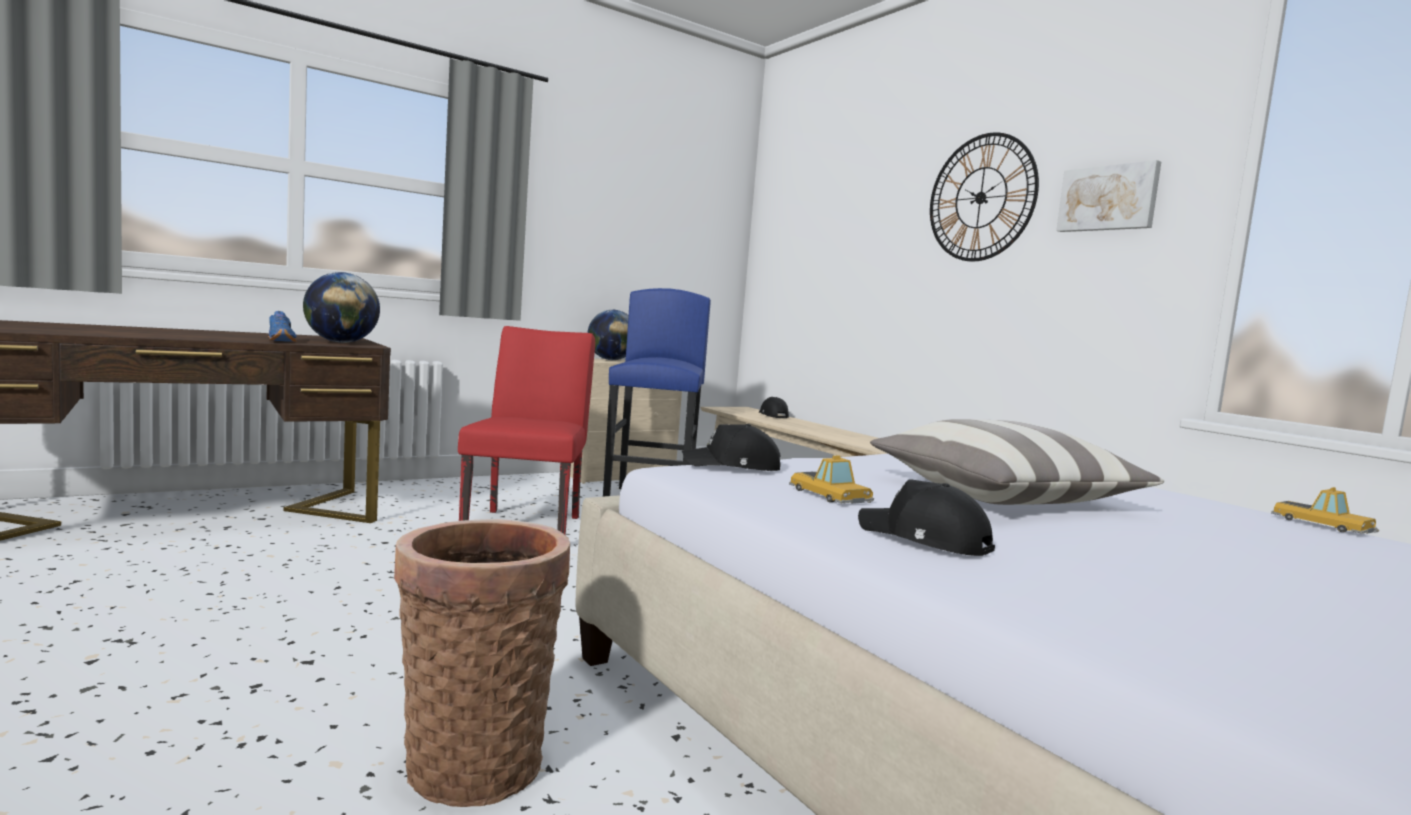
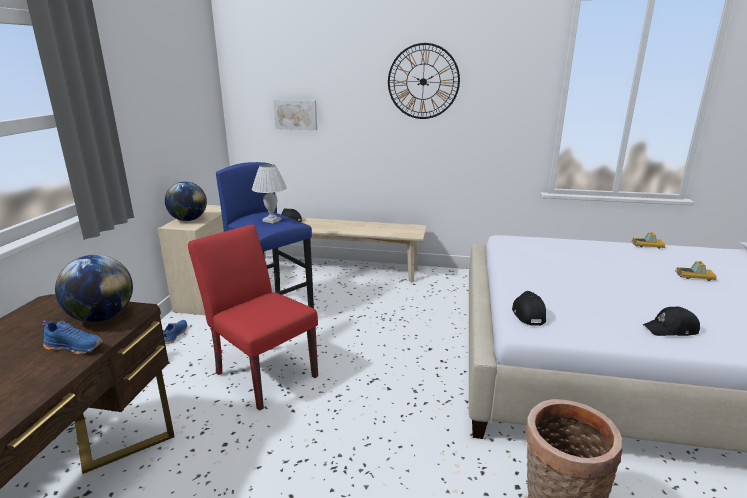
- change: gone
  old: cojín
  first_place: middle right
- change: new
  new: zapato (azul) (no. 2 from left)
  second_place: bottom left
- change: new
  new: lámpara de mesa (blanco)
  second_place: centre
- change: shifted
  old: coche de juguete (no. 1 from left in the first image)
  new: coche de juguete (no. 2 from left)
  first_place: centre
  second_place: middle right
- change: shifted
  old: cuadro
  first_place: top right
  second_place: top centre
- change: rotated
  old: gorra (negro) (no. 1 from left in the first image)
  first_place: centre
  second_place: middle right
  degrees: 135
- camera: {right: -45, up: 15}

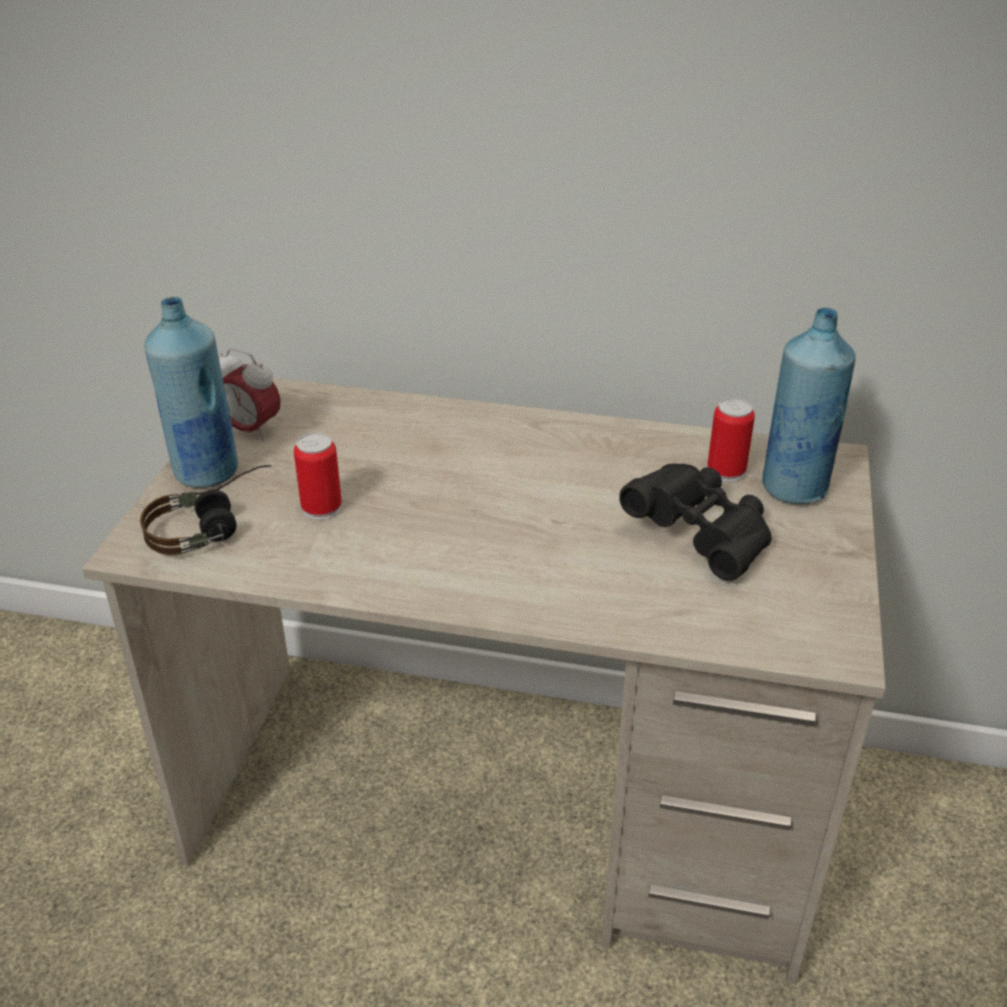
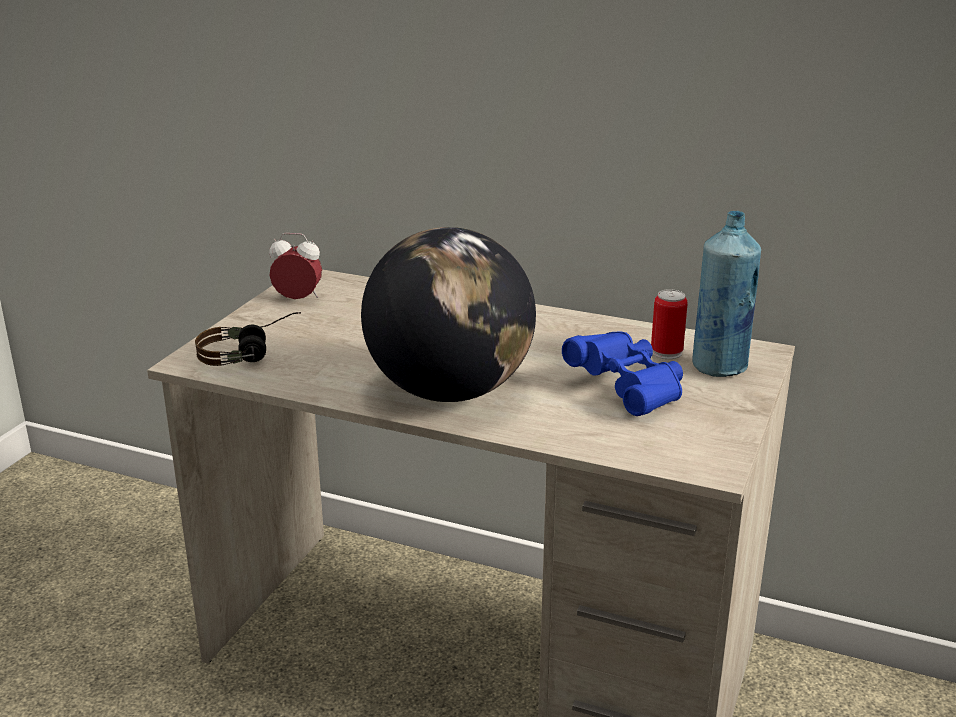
- change: gone
  old: botella (azul) (no. 1 from left)
  first_place: middle left
- change: gone
  old: lata (no. 1 from left)
  first_place: middle left
- change: new
  new: globo terráqueo
  second_place: centre
- change: repainted
  old: prismáticos (negro)
  new: prismáticos (azul)
  first_place: middle right
  second_place: centre
- change: rotated
  old: despertador
  first_place: middle left
  second_place: middle left
  degrees: 150
- camera: {right: 10, up: -10}

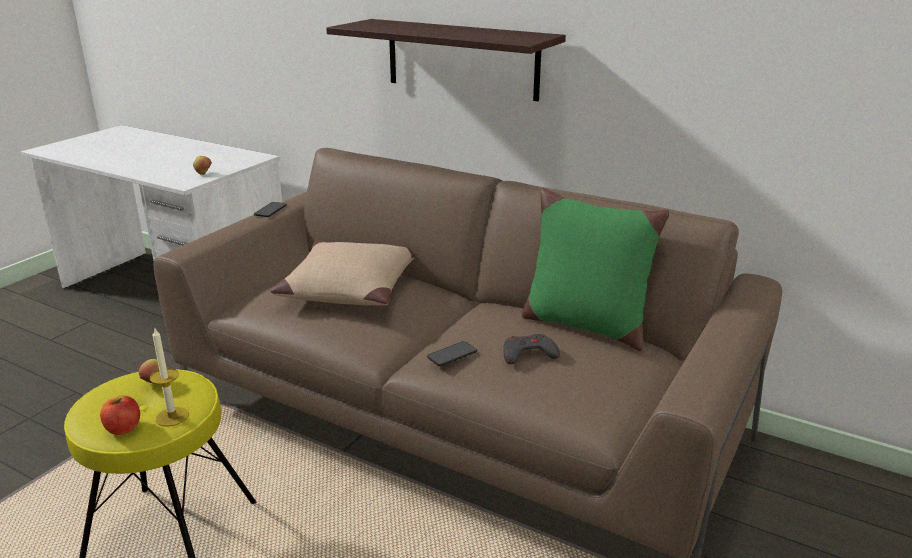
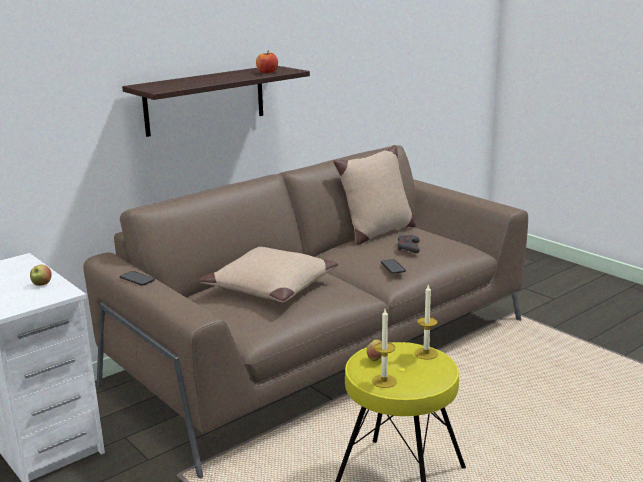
- change: new
  new: vela (no. 1 from left)
  second_place: bottom centre
- change: shifted
  old: manzana (no. 1 from left in the first image)
  new: manzana (no. 2 from left)
  first_place: bottom left
  second_place: top centre
- change: repainted
  old: cojín (verde)
  new: cojín (beis) (no. 2 from left)
  first_place: centre
  second_place: centre
- camera: {right: -70, up: -5}

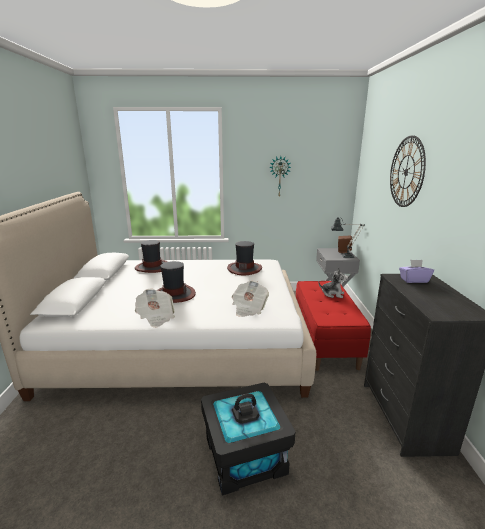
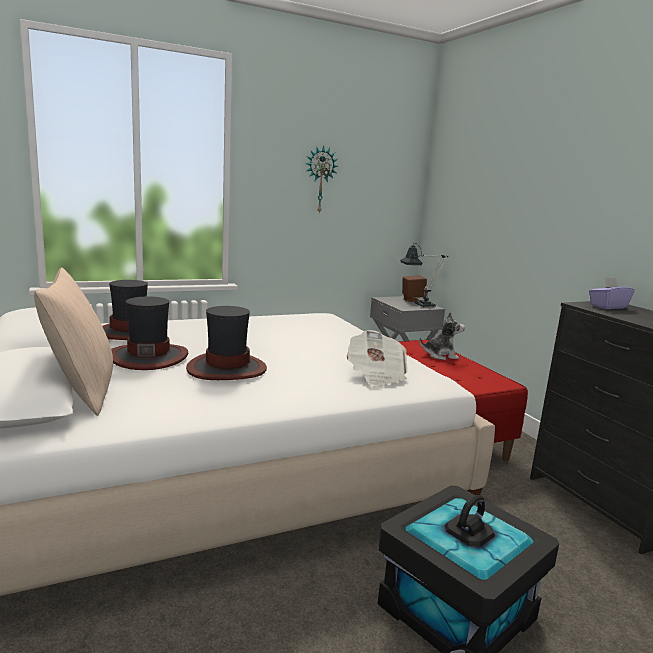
- change: gone
  old: periódico (no. 1 from left)
  first_place: middle left
- change: gone
  old: reloj de pared (no. 2 from left)
  first_place: top right
- change: new
  new: cojín (beis)
  second_place: middle left
- change: shifted
  old: sombrero (no. 3 from left in the first image)
  new: sombrero (no. 2 from left)
  first_place: centre
  second_place: middle left
- camera: {right: -25, up: -5}

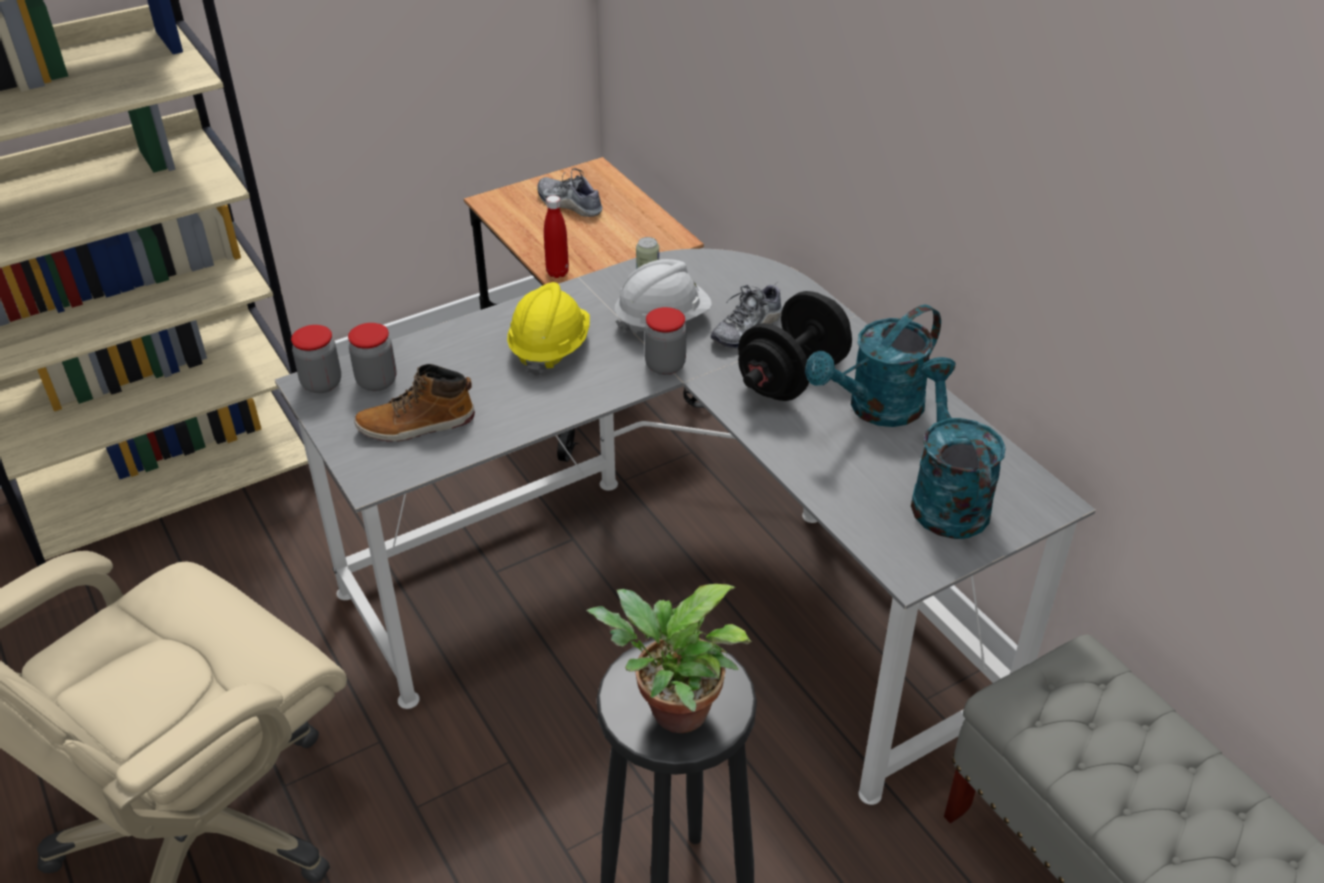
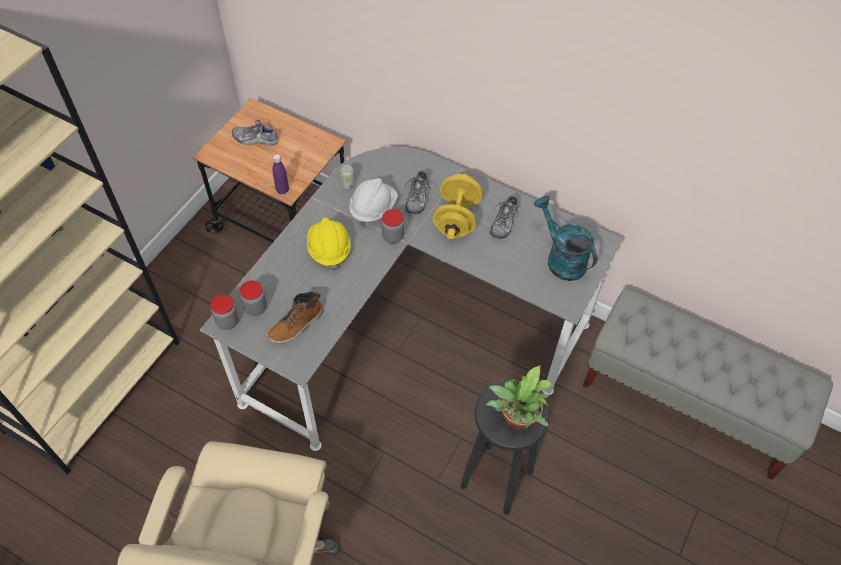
- change: swapped
  old: regadera (turquesa) (no. 1 from left)
  new: zapato (no. 3 from left)
  first_place: centre
  second_place: centre
- change: repainted
  old: botella (rojo)
  new: botella (morado)
  first_place: top centre
  second_place: top centre
- change: repainted
  old: mancuerna (negro)
  new: mancuerna (amarillo)
  first_place: centre
  second_place: centre
- camera: {right: -30, up: 15}

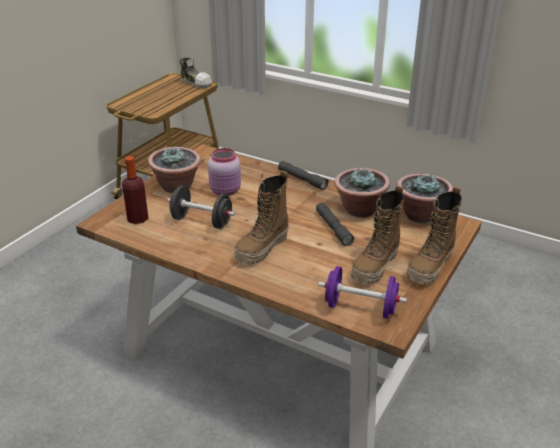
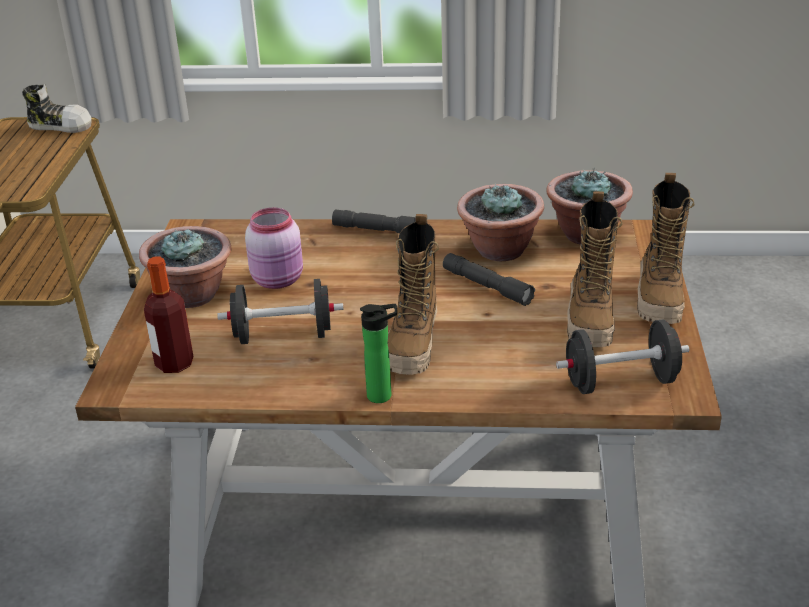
- change: new
  new: botella (no. 2 from left)
  second_place: centre
- change: repainted
  old: mancuerna (morado)
  new: mancuerna (negro) (no. 2 from left)
  first_place: centre
  second_place: middle right
- camera: {right: -25, up: 0}

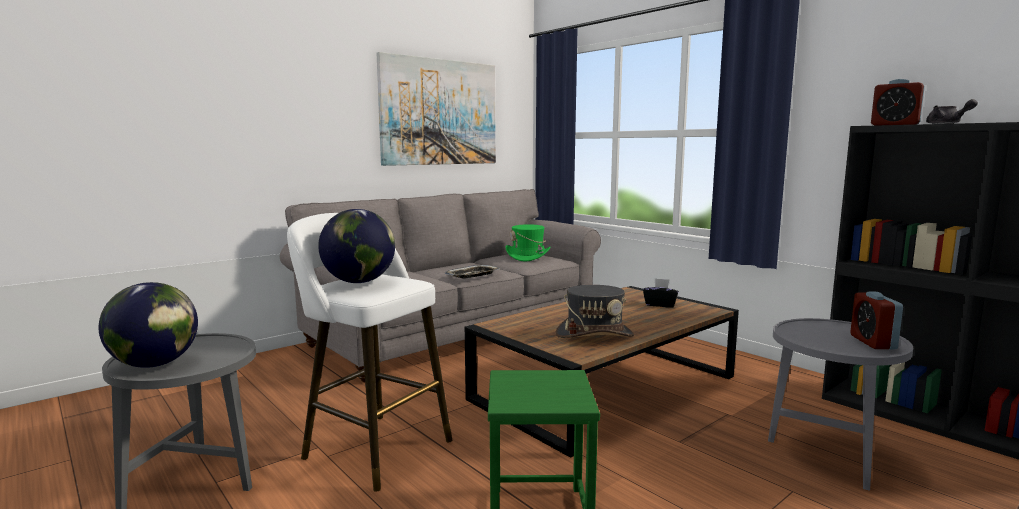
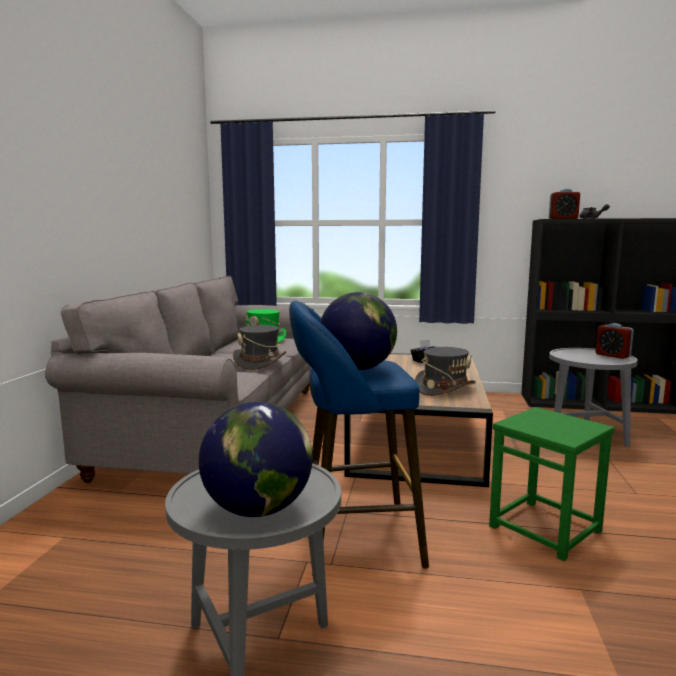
- change: gone
  old: cuadro
  first_place: top centre
- change: swapped
  old: bandeja
  new: sombrero (gris) (no. 1 from left)
  first_place: centre
  second_place: centre
- change: repainted
  old: taburete (blanco)
  new: taburete (azul)
  first_place: bottom centre
  second_place: centre
- camera: {right: -40, up: 0}

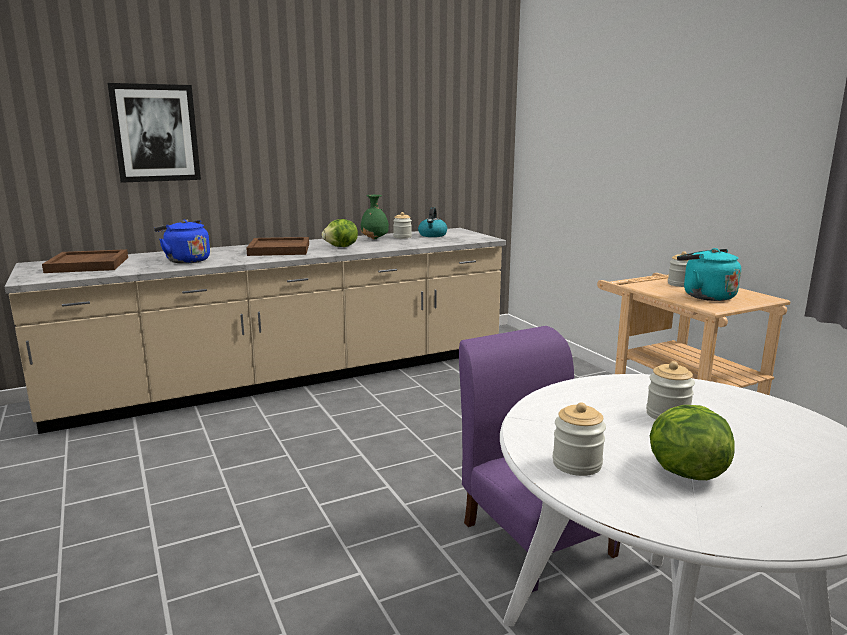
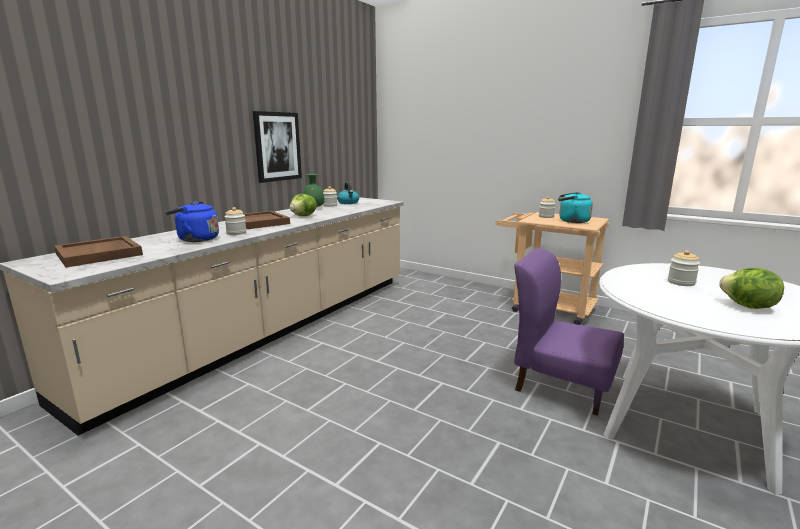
- change: shifted
  old: cuadro
  first_place: top left
  second_place: top centre
- change: shifted
  old: tarro (no. 2 from left in the first image)
  new: tarro (no. 1 from left)
  first_place: bottom right
  second_place: middle left
- camera: {right: -30, up: 0}

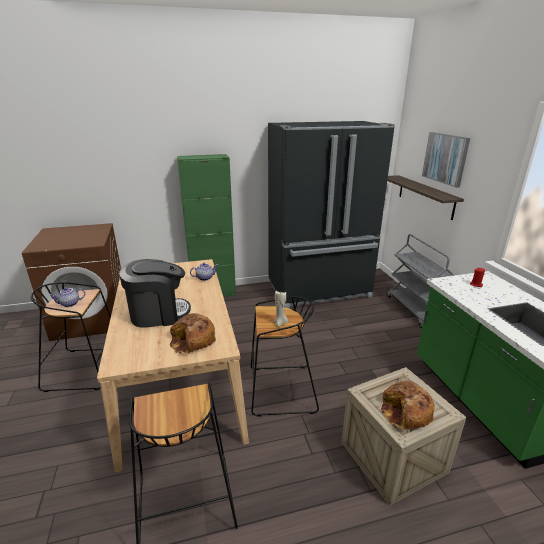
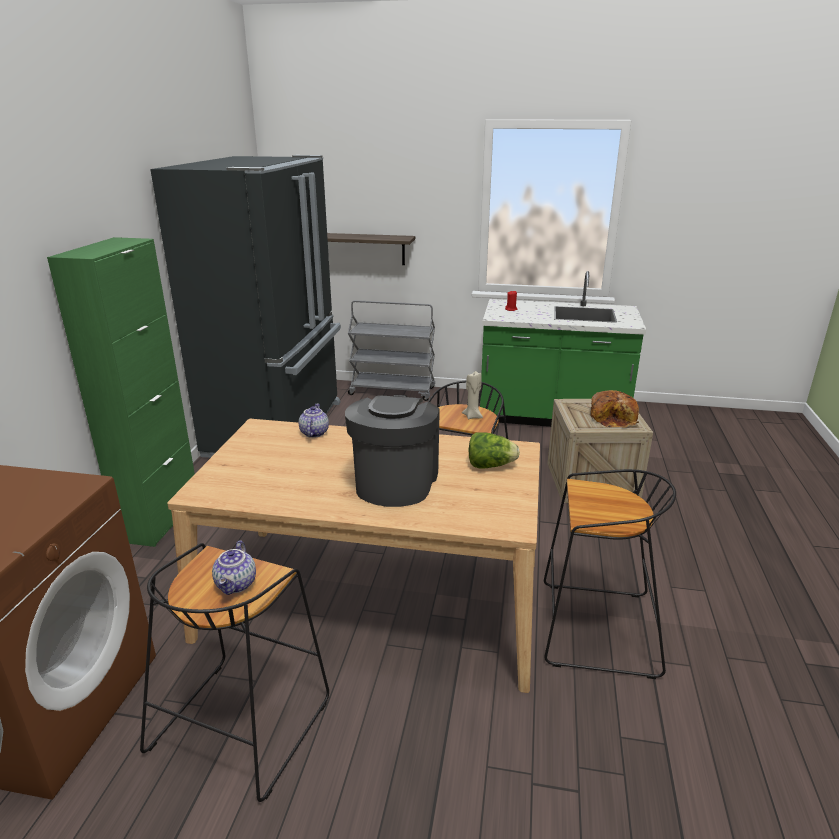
- change: gone
  old: cuadro
  first_place: top right
- change: swapped
  old: pan (no. 1 from left)
  new: lechuga
  first_place: centre
  second_place: centre
- camera: {right: -65, up: 0}

